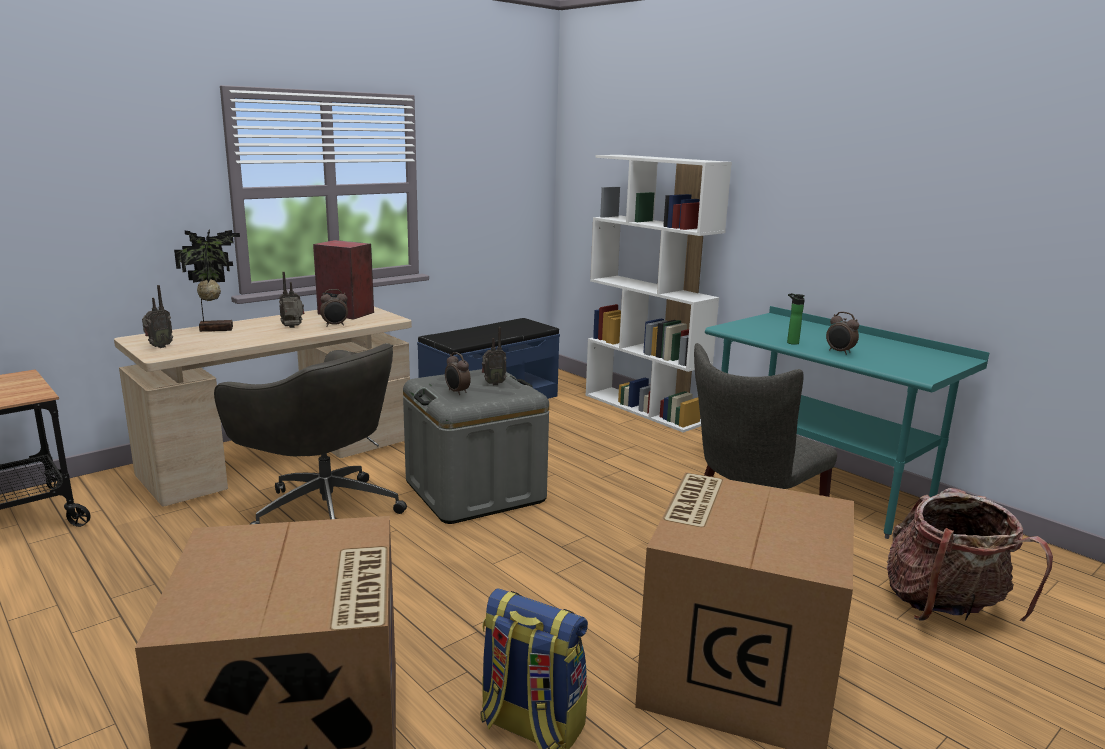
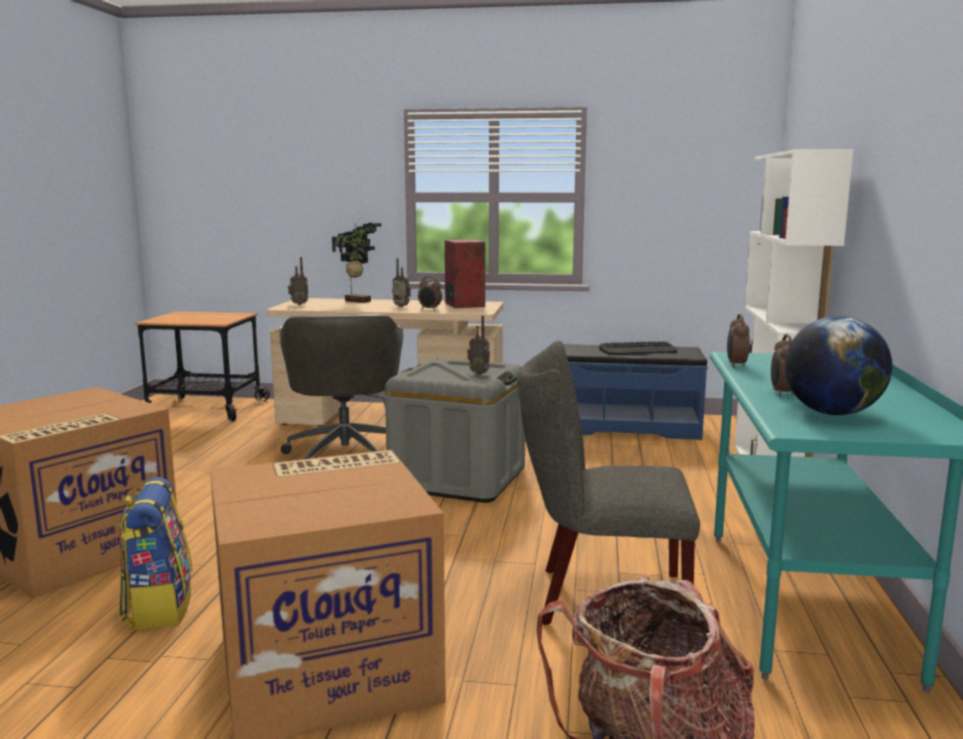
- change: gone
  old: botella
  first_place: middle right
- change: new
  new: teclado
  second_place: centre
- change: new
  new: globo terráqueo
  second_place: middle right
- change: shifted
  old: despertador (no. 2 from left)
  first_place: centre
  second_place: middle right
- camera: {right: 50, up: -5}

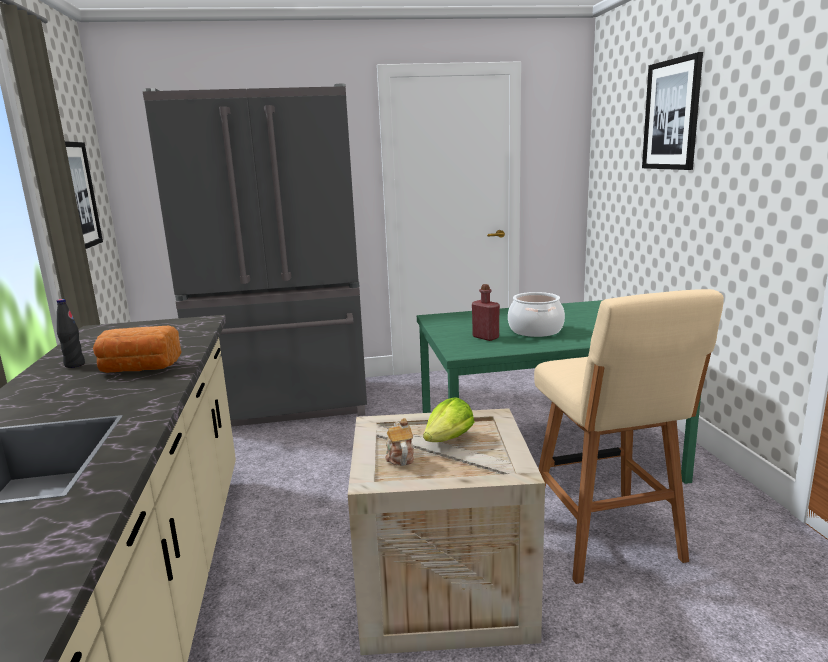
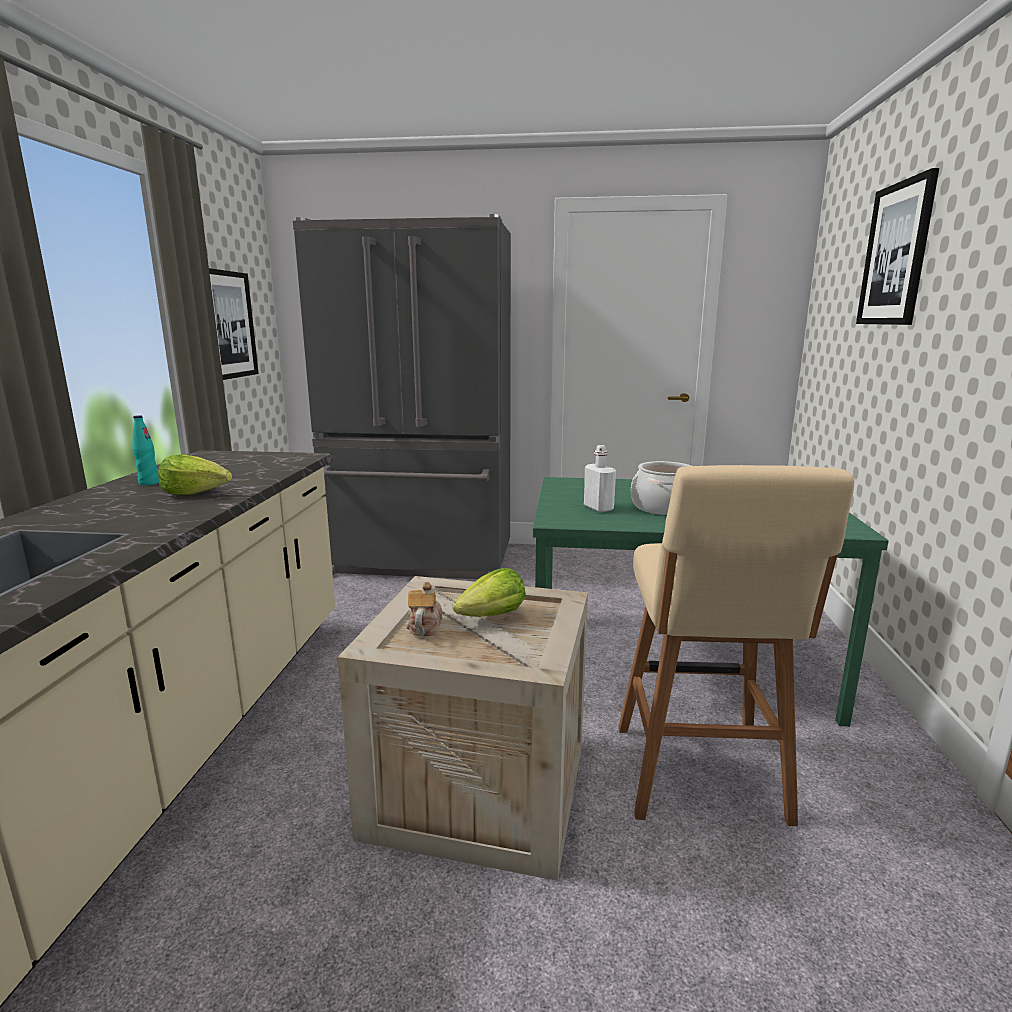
- change: swapped
  old: pan
  new: lechuga (no. 1 from left)
  first_place: middle left
  second_place: middle left
- change: repainted
  old: botella (negro)
  new: botella (turquesa)
  first_place: middle left
  second_place: middle left
- change: repainted
  old: botella (rojo)
  new: botella (blanco)
  first_place: centre
  second_place: centre
- camera: {right: 15, up: 0}

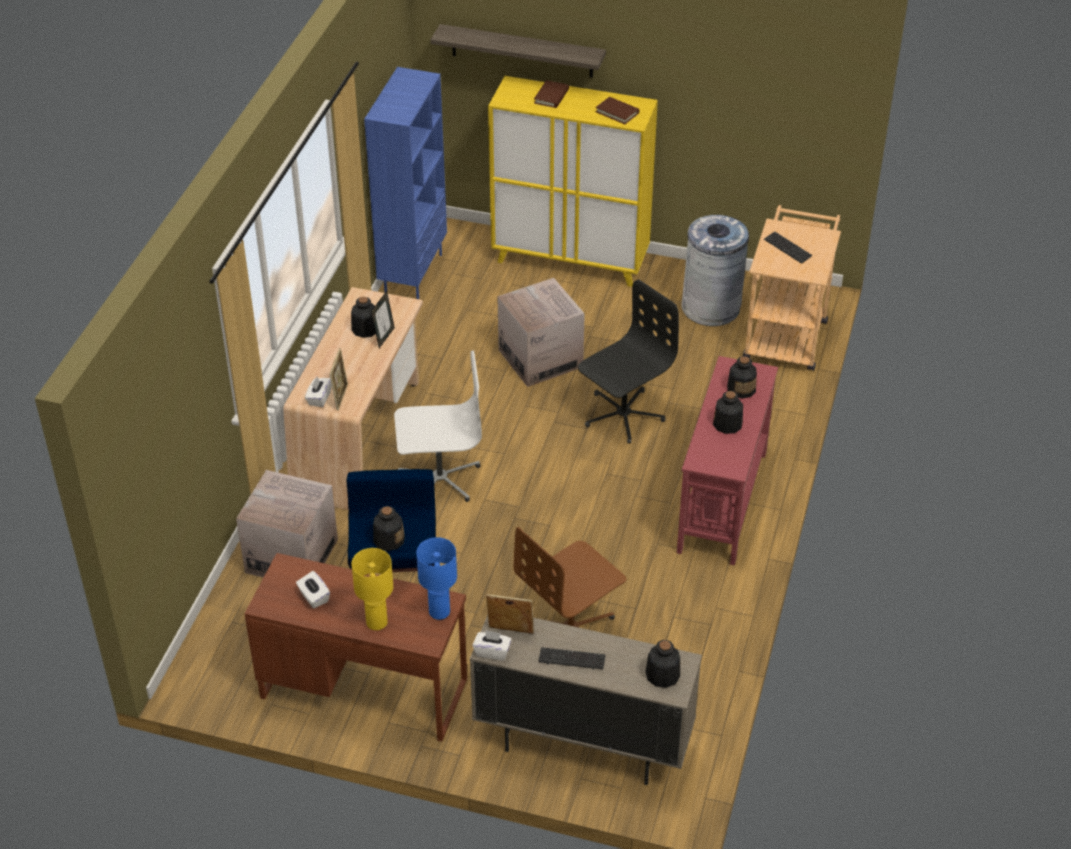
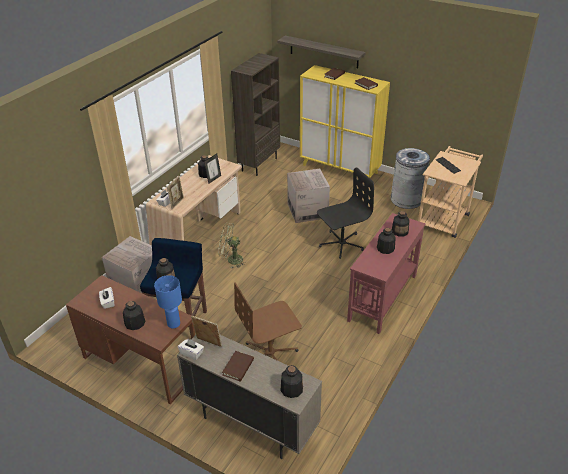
- change: swapped
  old: lámpara de mesa (amarillo)
  new: botella (no. 1 from left)
  first_place: bottom centre
  second_place: middle left
- change: swapped
  old: silla de oficina (blanco)
  new: ventilador (verde)
  first_place: centre
  second_place: centre
- change: swapped
  old: teclado (no. 1 from left)
  new: libro (marrón) (no. 1 from left)
  first_place: bottom centre
  second_place: bottom centre
- change: repainted
  old: estantería (azul)
  new: estantería (marrón)
  first_place: top centre
  second_place: top centre
- camera: {right: 15, up: -5}

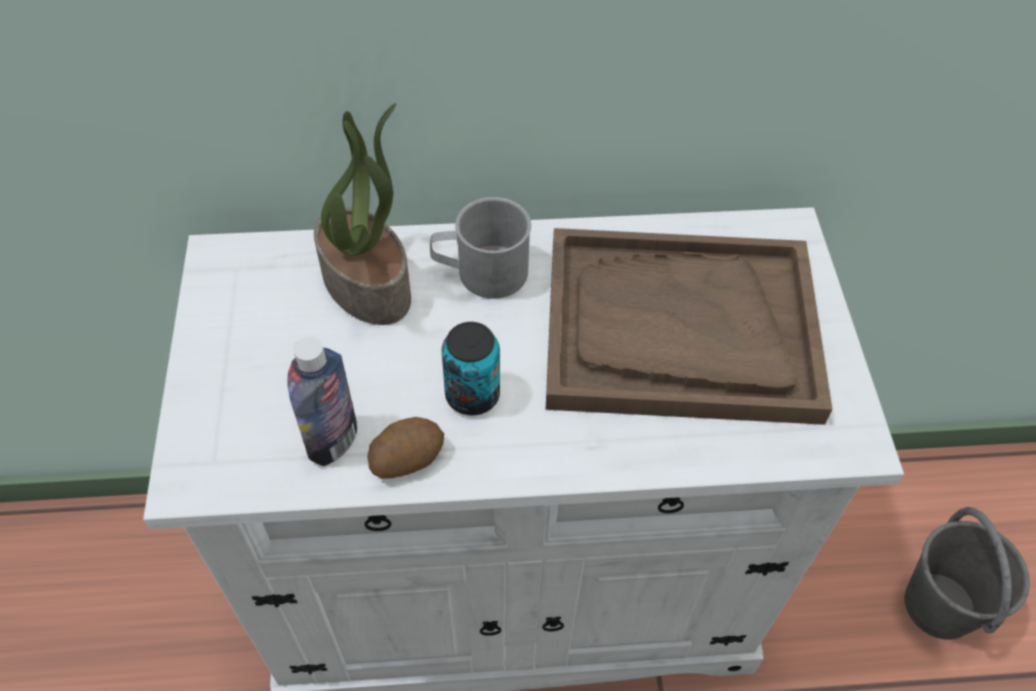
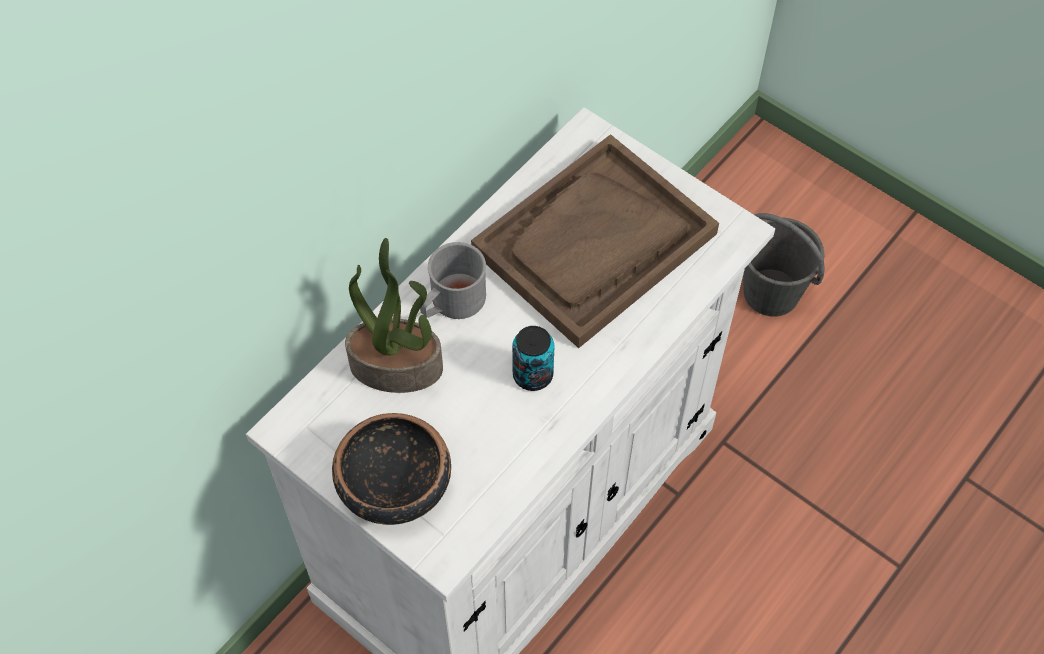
- change: gone
  old: botella
  first_place: middle left
- change: gone
  old: patata
  first_place: centre
- change: new
  new: cuenco
  second_place: bottom centre
- camera: {right: -45, up: 5}

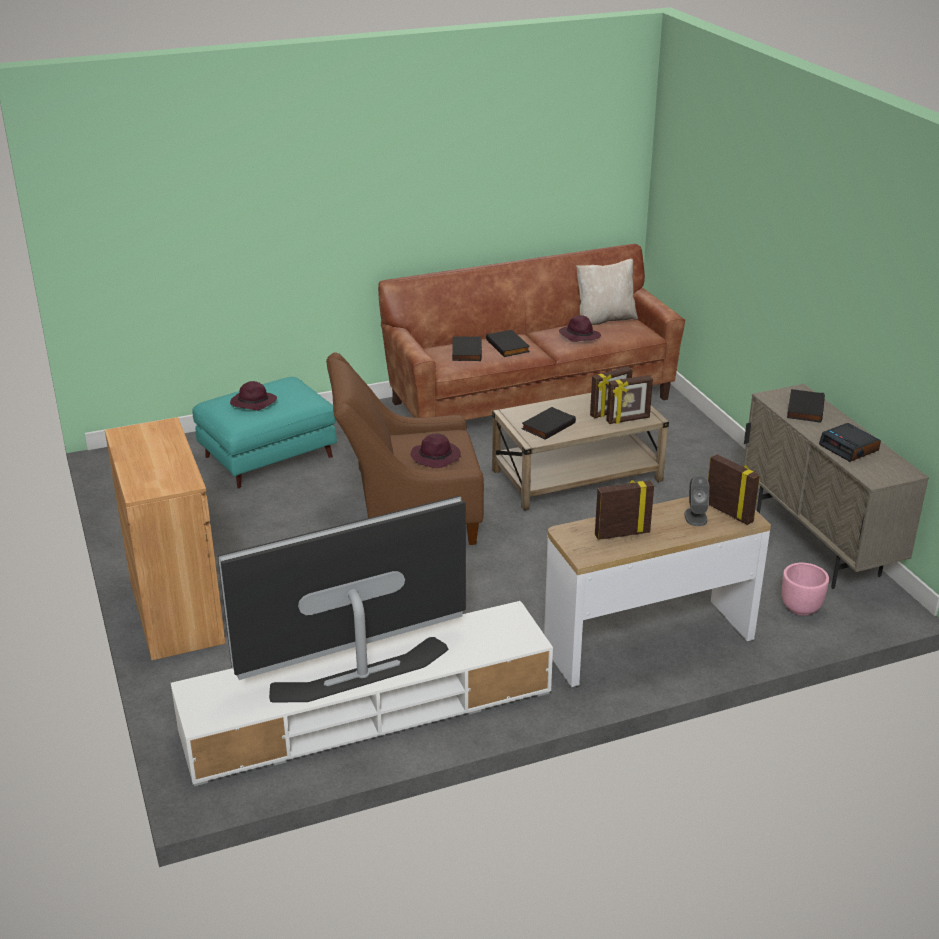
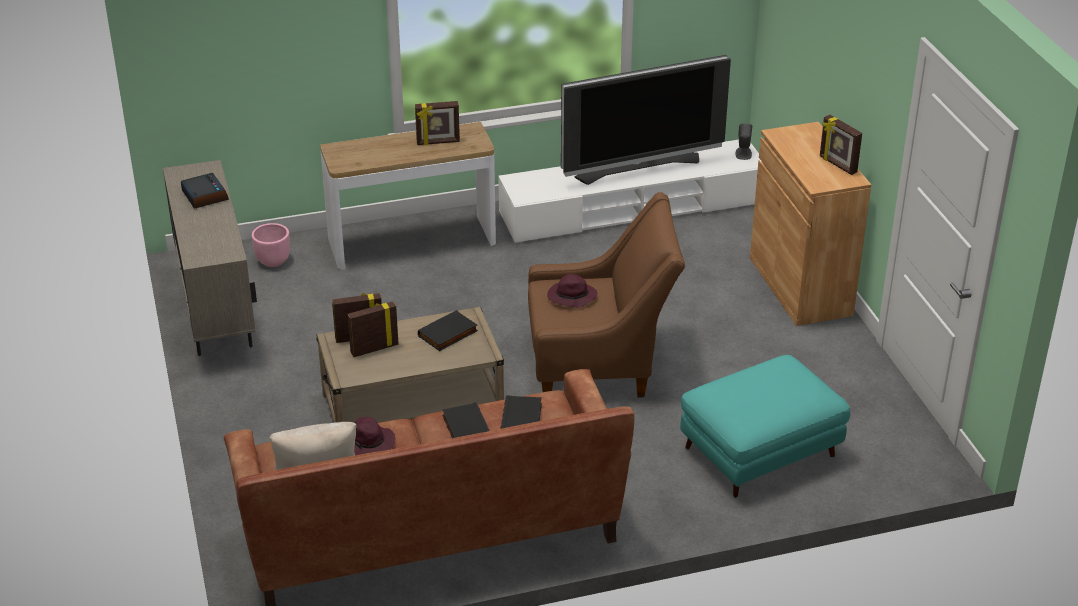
- change: gone
  old: sombrero (morado) (no. 1 from left)
  first_place: middle left
- change: gone
  old: libro (negro) (no. 4 from left)
  first_place: middle right
- change: shifted
  old: altavoz (gris)
  first_place: middle right
  second_place: top right
- change: shifted
  old: portarretratos (no. 4 from left)
  first_place: middle right
  second_place: top right
- camera: {right: -175, up: 5}

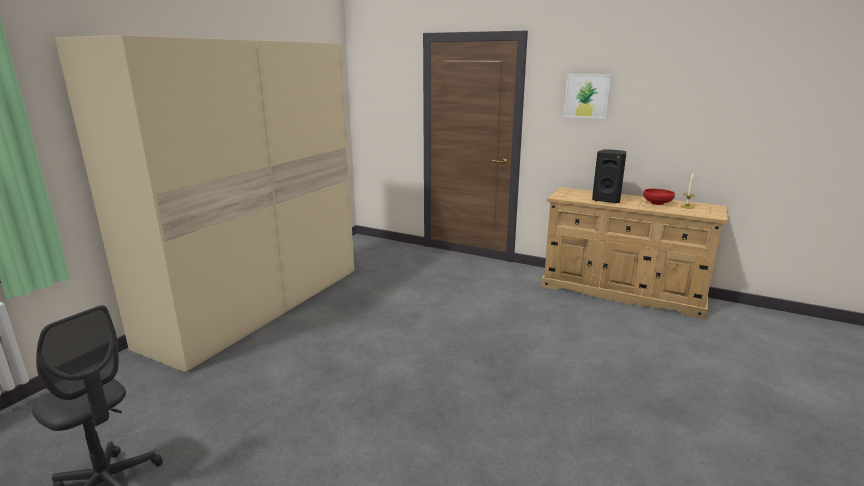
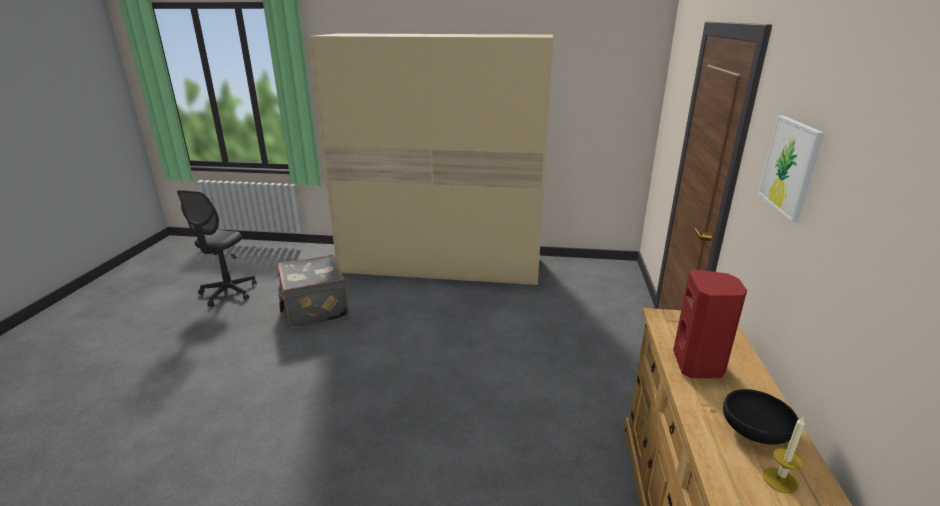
- change: new
  new: maleta (gris)
  second_place: middle left
- change: repainted
  old: altavoz (negro)
  new: altavoz (rojo)
  first_place: middle right
  second_place: middle right
- change: repainted
  old: cuenco (rojo)
  new: cuenco (negro)
  first_place: middle right
  second_place: bottom right
- camera: {right: 70, up: 5}

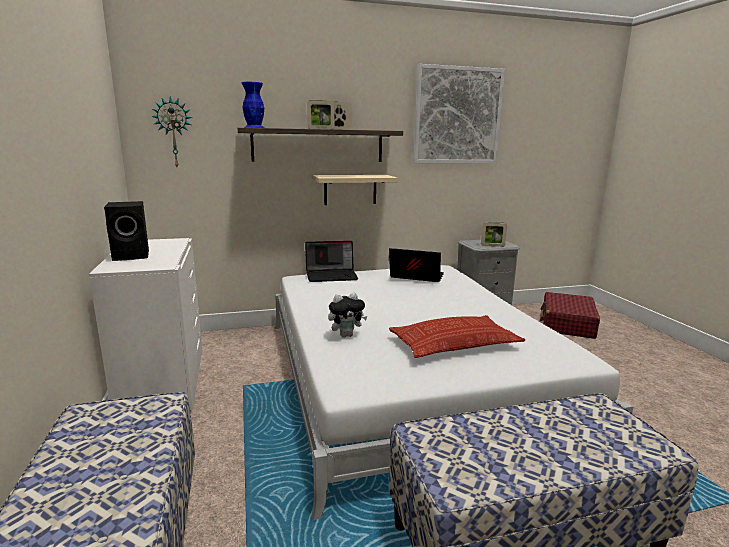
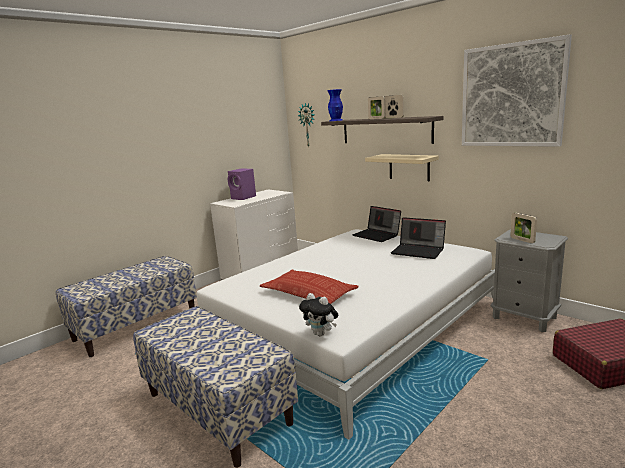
- change: shifted
  old: peluche
  first_place: centre
  second_place: bottom centre
- change: repainted
  old: altavoz (negro)
  new: altavoz (morado)
  first_place: middle left
  second_place: centre
- change: rotated
  old: portátil (no. 2 from left)
  first_place: centre
  second_place: middle right
  degrees: 135
- camera: {right: 60, up: 0}

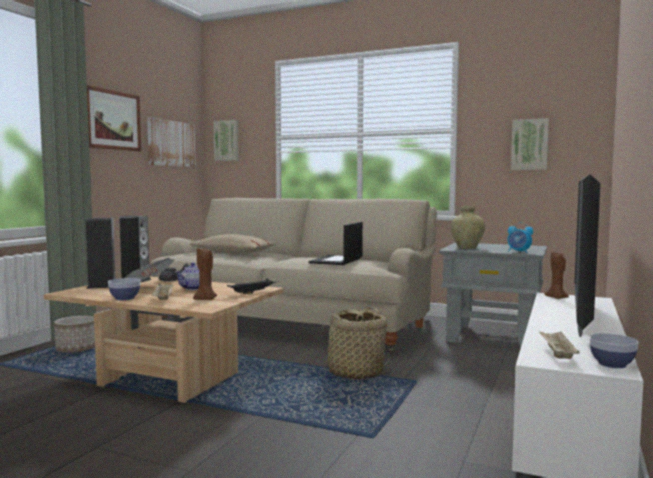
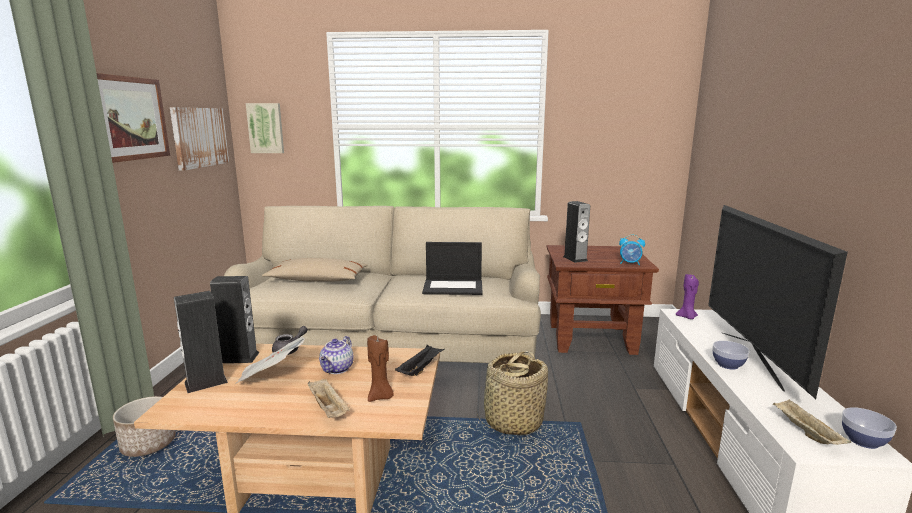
- change: gone
  old: cuadro (no. 4 from left)
  first_place: top right
- change: shifted
  old: cuenco (no. 1 from left)
  first_place: middle left
  second_place: bottom right
- change: swapped
  old: florero (beis)
  new: altavoz (no. 3 from left)
  first_place: middle right
  second_place: centre
- change: repainted
  old: mesa auxiliar (gris)
  new: mesa auxiliar (marrón)
  first_place: middle right
  second_place: centre
- change: repainted
  old: vela (marrón) (no. 2 from left)
  new: vela (morado)
  first_place: middle right
  second_place: middle right
- change: rotated
  old: portátil
  first_place: centre
  second_place: centre
  degrees: -90
- camera: {right: -20, up: 10}

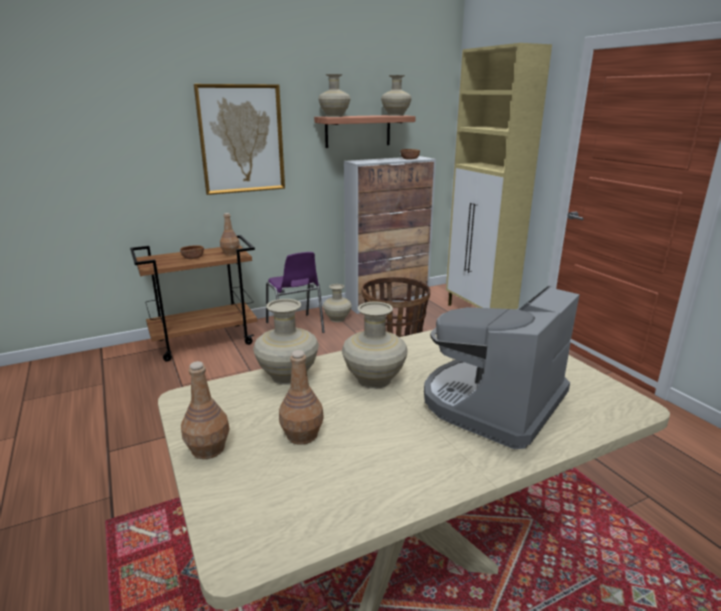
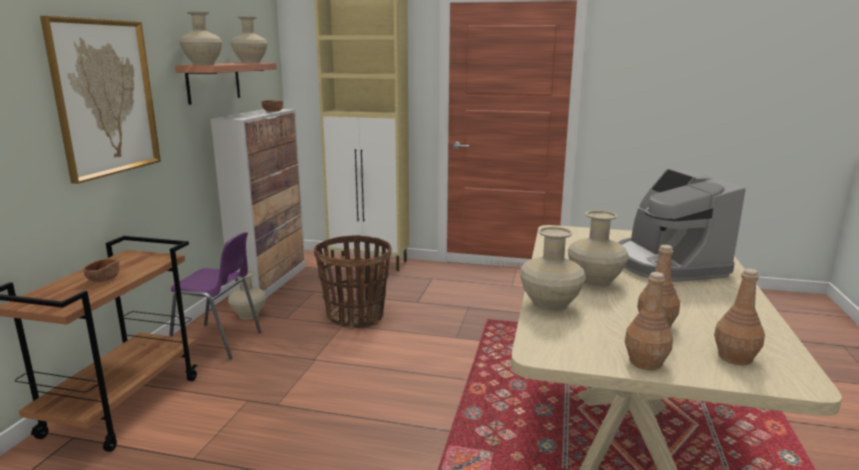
- change: shifted
  old: botella (marrón) (no. 2 from left in the first image)
  new: botella (marrón) (no. 3 from left)
  first_place: middle left
  second_place: bottom right
- camera: {right: -50, up: -5}

